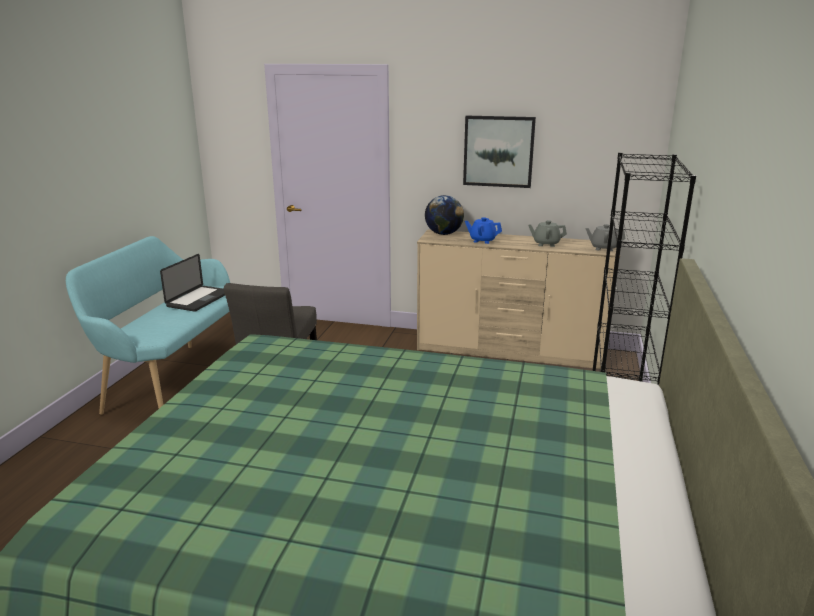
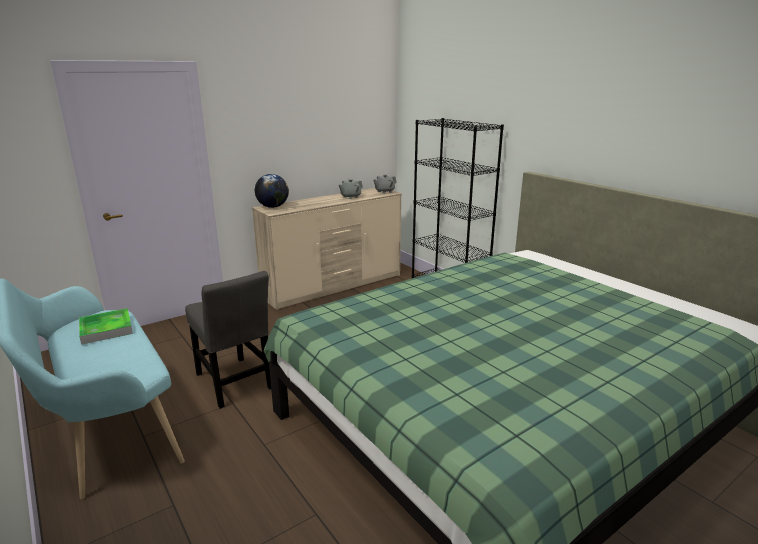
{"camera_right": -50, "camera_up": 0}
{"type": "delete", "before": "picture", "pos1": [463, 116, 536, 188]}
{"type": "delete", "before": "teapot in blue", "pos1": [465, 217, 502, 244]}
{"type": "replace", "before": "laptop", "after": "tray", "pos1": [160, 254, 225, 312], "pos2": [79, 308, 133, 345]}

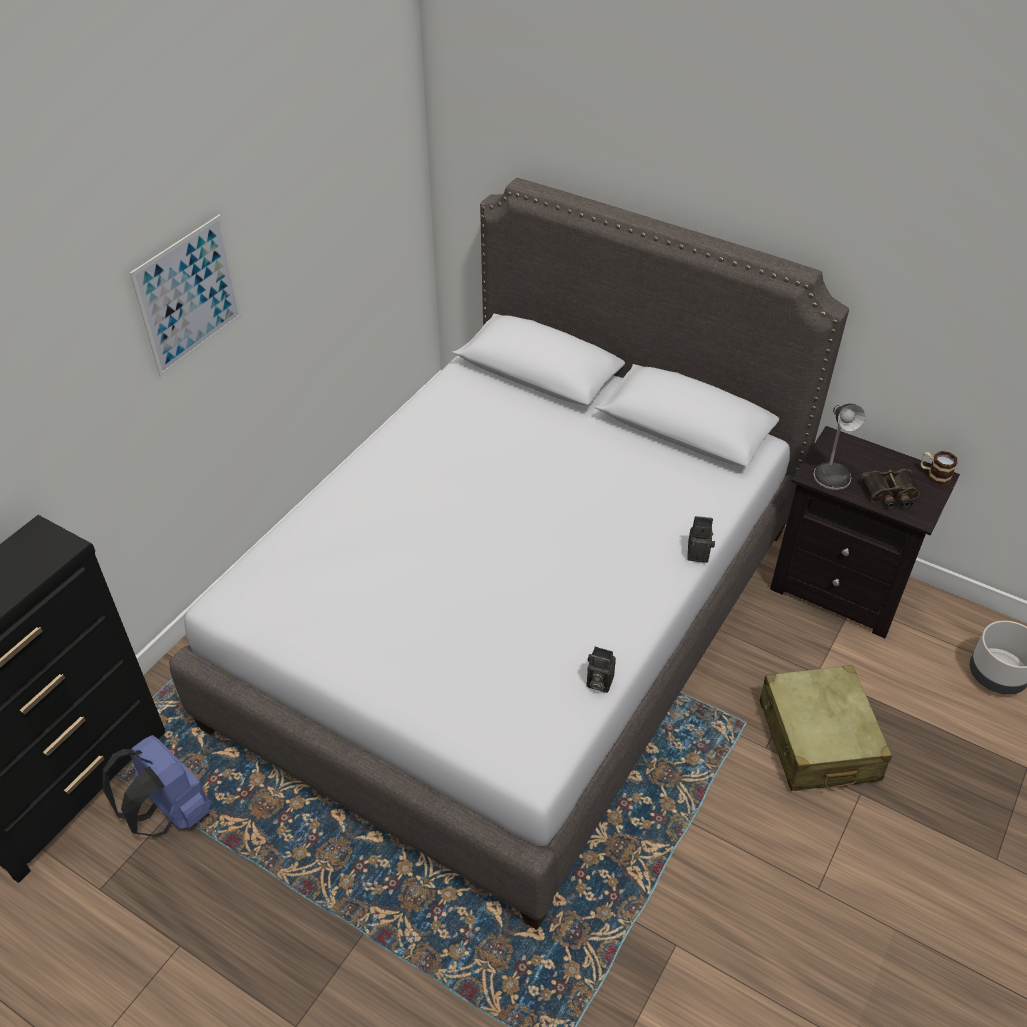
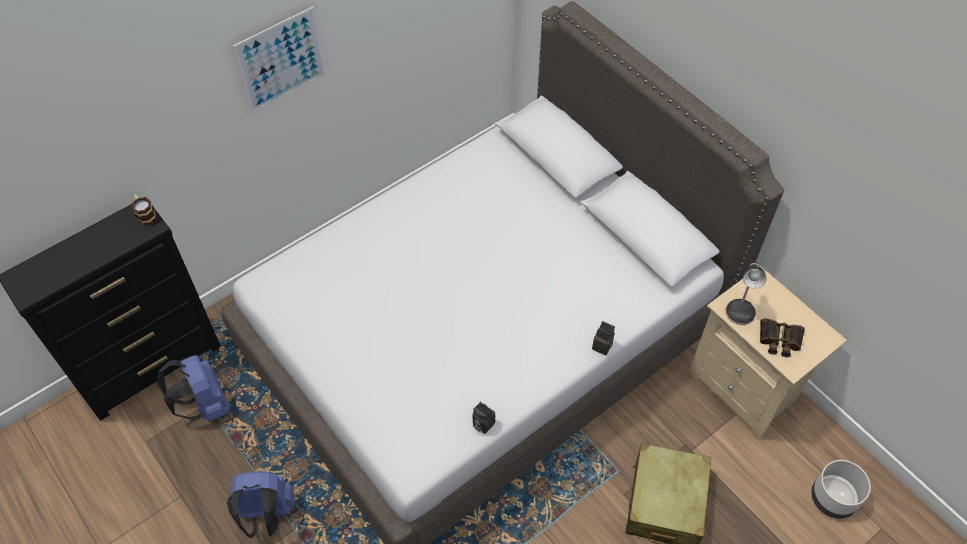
{"camera_right": 20, "camera_up": 10}
{"type": "recolor", "before": "nightstand in black", "after": "nightstand in beige", "pos1": [770, 426, 960, 638], "pos2": [689, 266, 847, 440]}
{"type": "move", "before": "mug", "pos1": [921, 451, 957, 485], "pos2": [132, 195, 157, 226]}
{"type": "insert", "after": "backpack in blue", "pos2": [227, 471, 294, 538]}

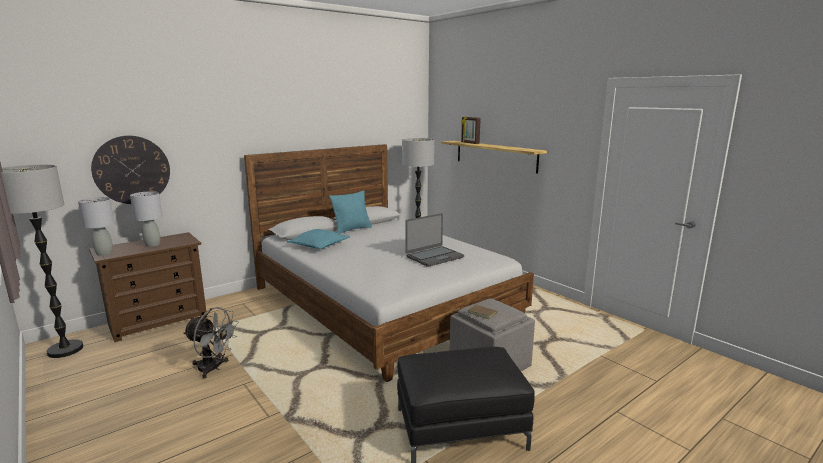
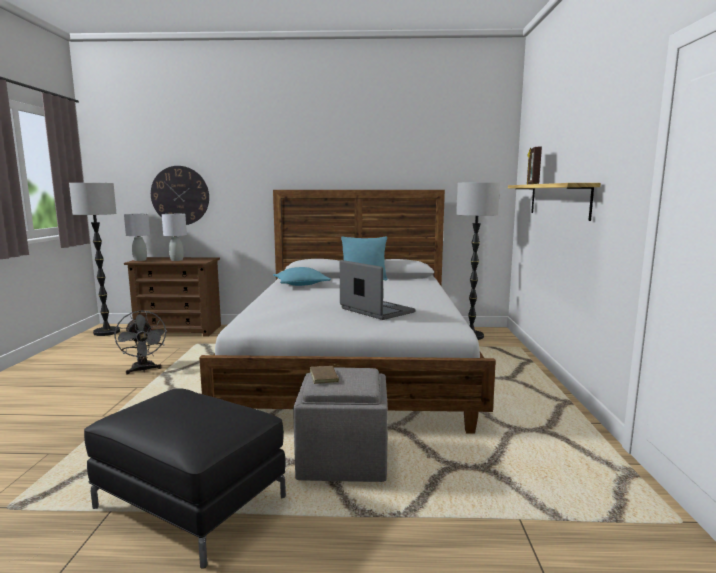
{"camera_right": 40, "camera_up": -5}
{"type": "rotate", "before": "laptop", "pos1": [405, 213, 464, 267], "pos2": [340, 260, 415, 320], "turn": -135}

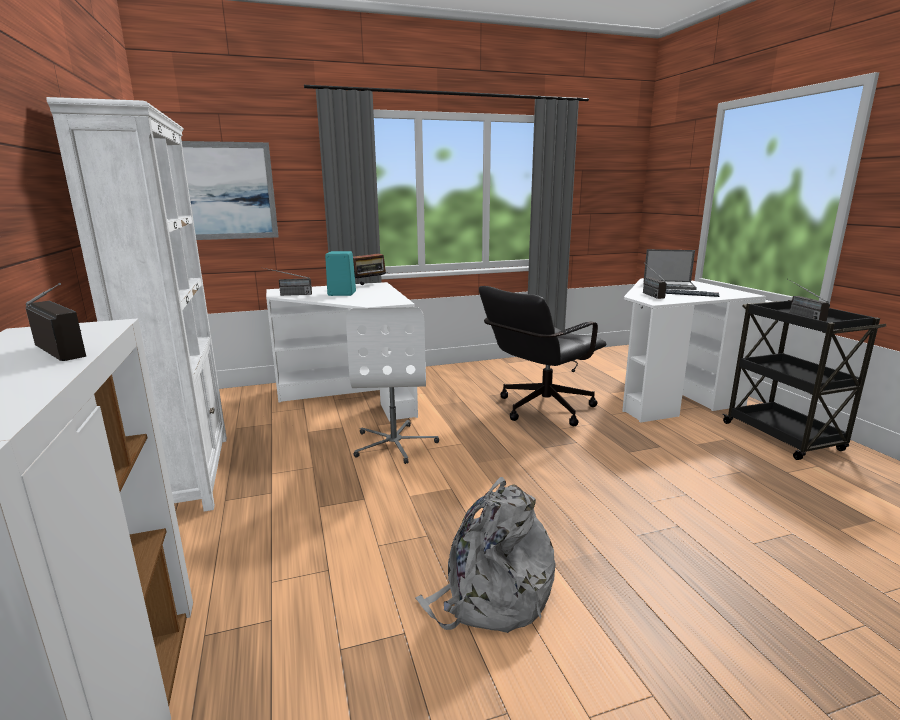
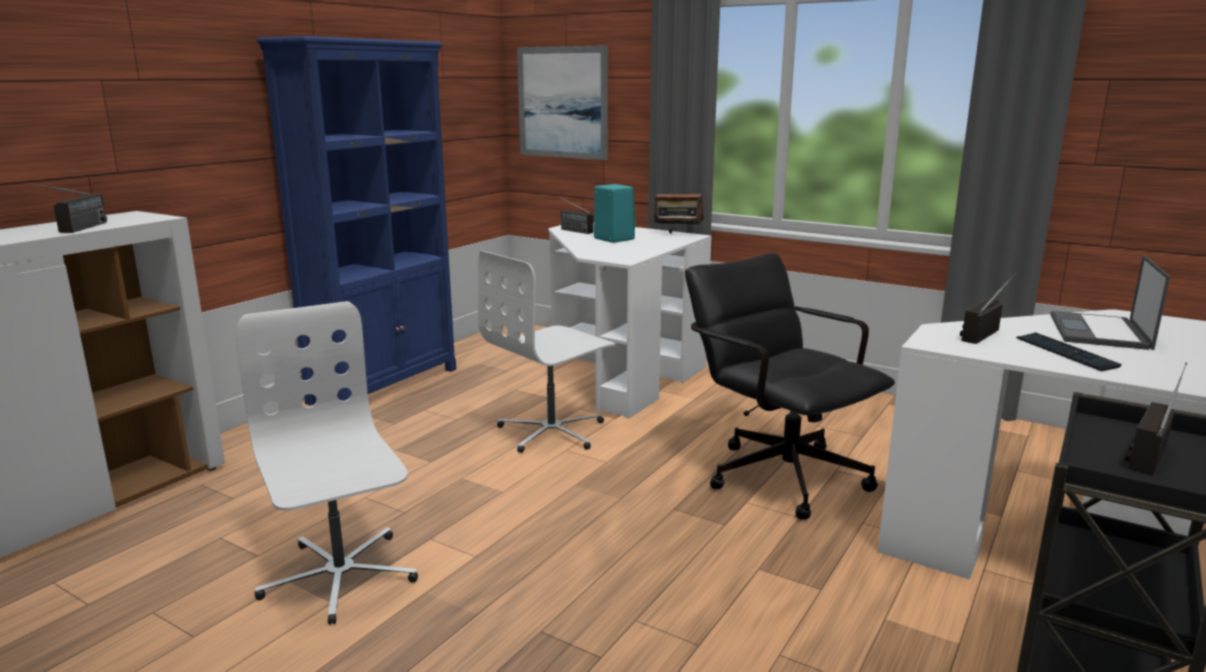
{"camera_right": 50, "camera_up": 0}
{"type": "recolor", "before": "bookcase in white", "after": "bookcase in blue", "pos1": [47, 97, 227, 512], "pos2": [256, 36, 456, 406]}
{"type": "rotate", "before": "laptop", "pos1": [643, 249, 697, 290], "pos2": [1050, 255, 1170, 350], "turn": 45}
{"type": "rotate", "before": "office chair in black", "pos1": [479, 286, 606, 426], "pos2": [685, 253, 895, 520], "turn": 45}
{"type": "replace", "before": "backpack in grey", "after": "office chair in white", "pos1": [416, 477, 556, 633], "pos2": [236, 301, 418, 625]}

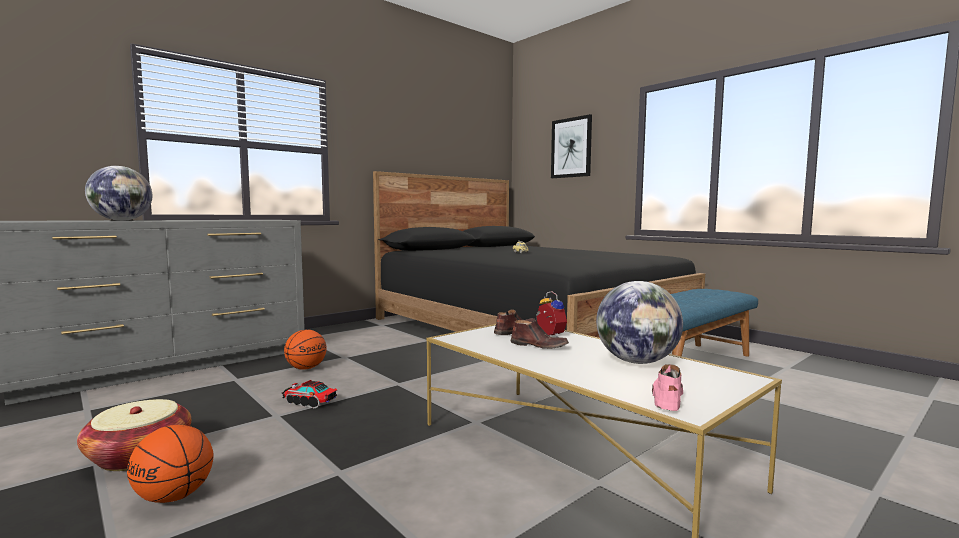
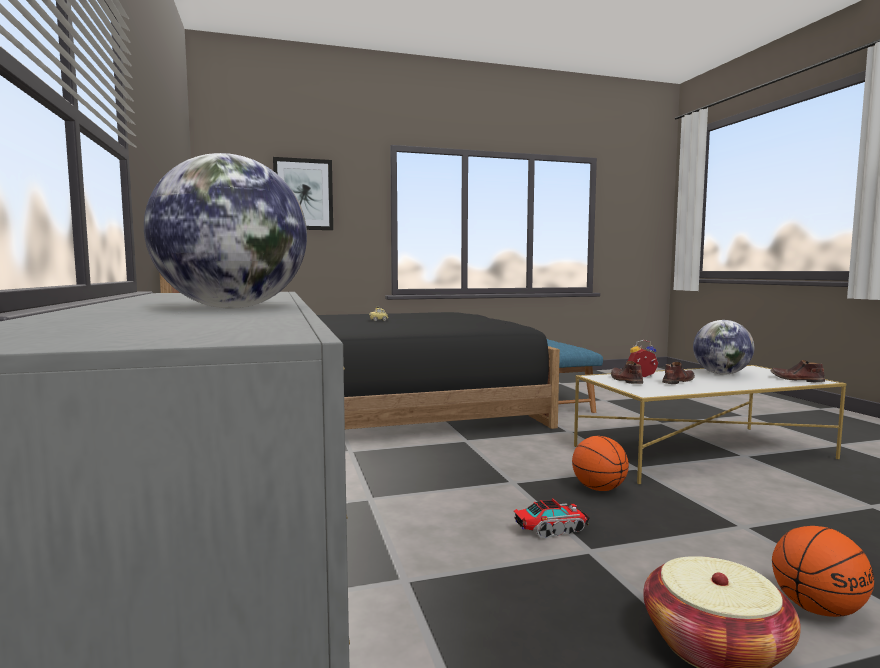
{"camera_right": -65, "camera_up": 0}
{"type": "move", "before": "basketball", "pos1": [284, 329, 327, 370], "pos2": [572, 436, 629, 491]}
{"type": "recolor", "before": "shoe in pink", "after": "shoe in brown", "pos1": [652, 364, 683, 411], "pos2": [771, 360, 825, 382]}
{"type": "rotate", "before": "toy truck", "pos1": [282, 380, 337, 408], "pos2": [514, 499, 590, 539], "turn": -150}

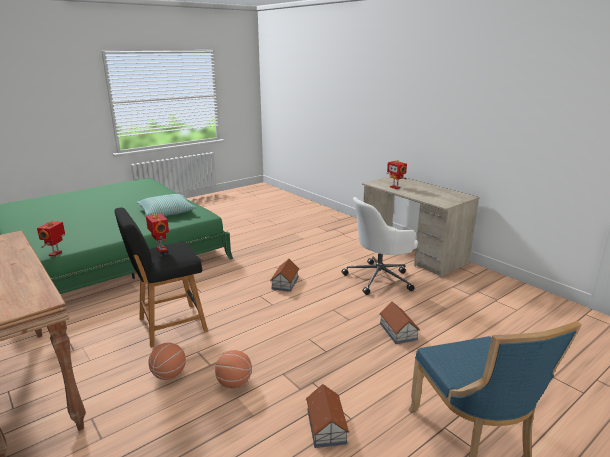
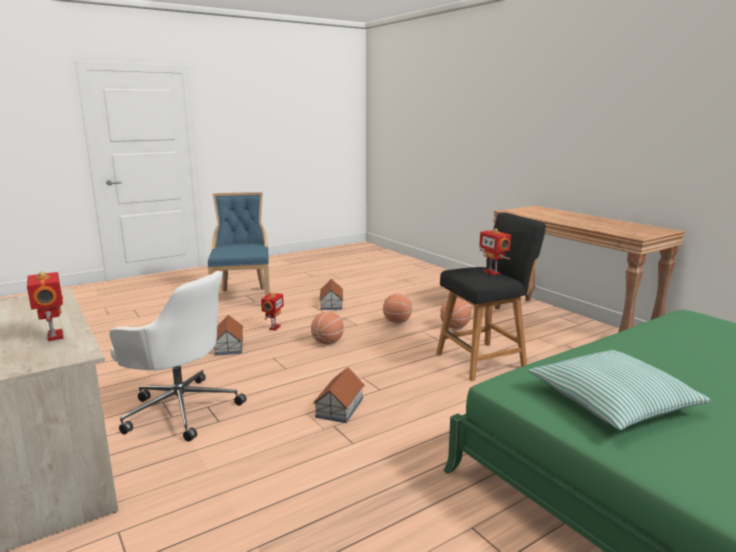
{"camera_right": -175, "camera_up": -5}
{"type": "rotate", "before": "office chair in white", "pos1": [342, 197, 418, 295], "pos2": [109, 271, 246, 442], "turn": 45}
{"type": "move", "before": "toy robot", "pos1": [37, 221, 65, 257], "pos2": [261, 293, 284, 330]}
{"type": "insert", "after": "basketball", "pos2": [311, 312, 344, 344]}

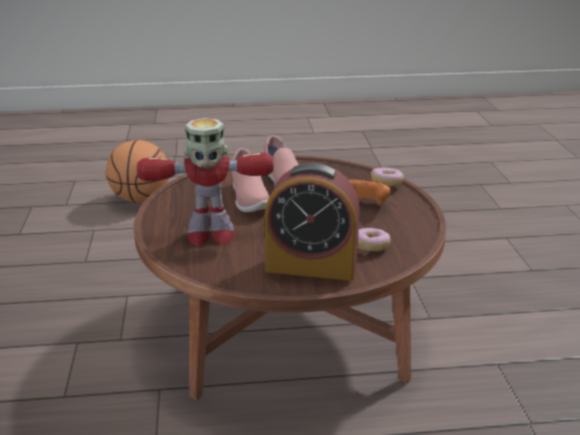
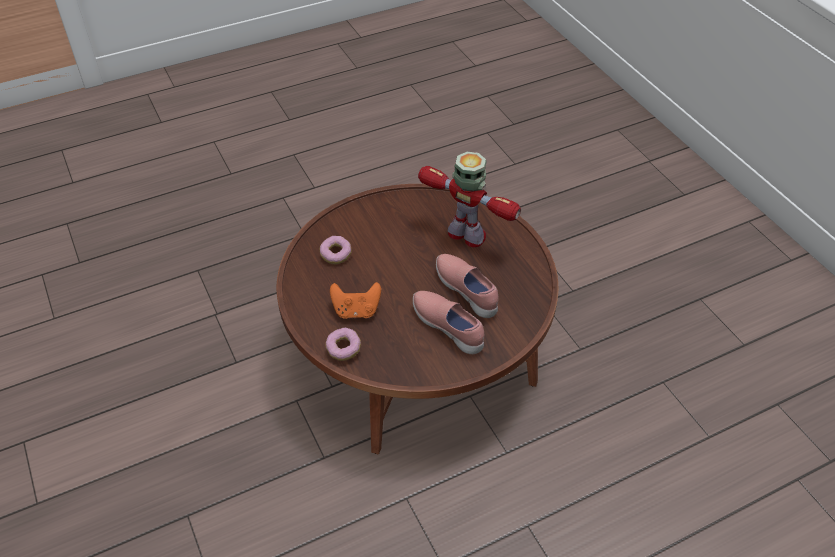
{"camera_right": 160, "camera_up": 20}
{"type": "rotate", "before": "toy robot", "pos1": [137, 118, 274, 246], "pos2": [418, 152, 521, 247], "turn": 60}
{"type": "delete", "before": "basketball", "pos1": [106, 140, 169, 203]}
{"type": "delete", "before": "alarm clock", "pos1": [265, 163, 360, 281]}

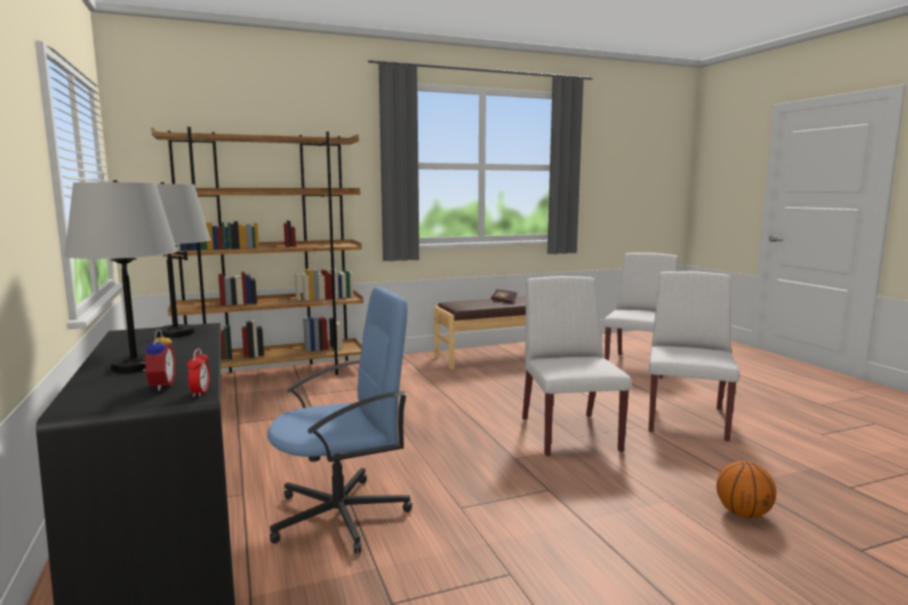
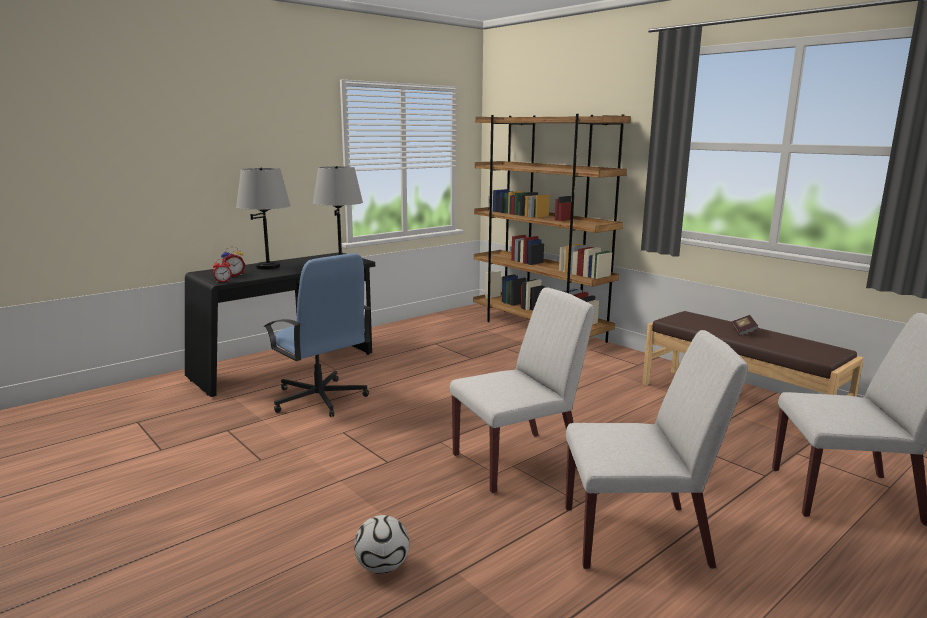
{"camera_right": 70, "camera_up": 5}
{"type": "replace", "before": "basketball", "after": "football", "pos1": [716, 461, 776, 518], "pos2": [354, 515, 409, 574]}

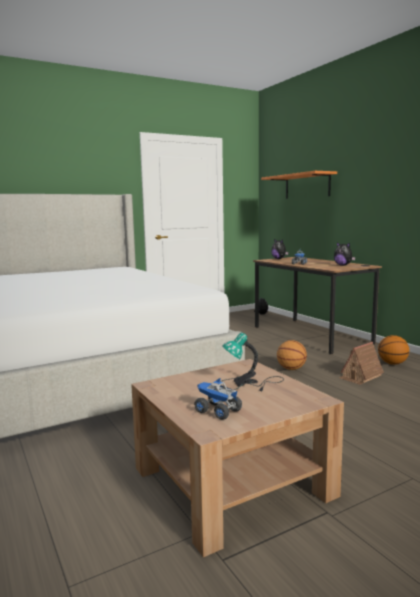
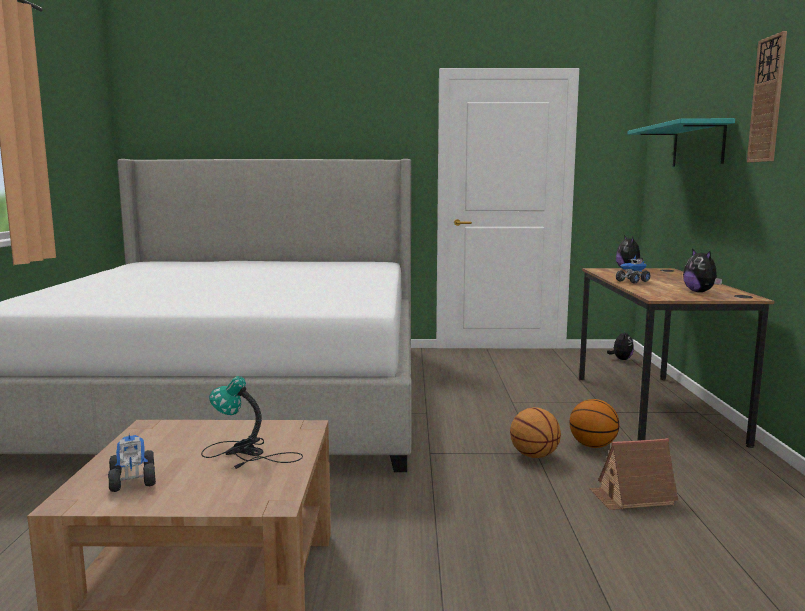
{"camera_right": 30, "camera_up": 0}
{"type": "recolor", "before": "shelf in orange", "after": "shelf in turquoise", "pos1": [261, 171, 337, 199], "pos2": [627, 118, 735, 167]}
{"type": "move", "before": "basketball", "pos1": [378, 335, 409, 365], "pos2": [569, 399, 620, 448]}
{"type": "insert", "after": "wall clock", "pos2": [747, 31, 787, 162]}

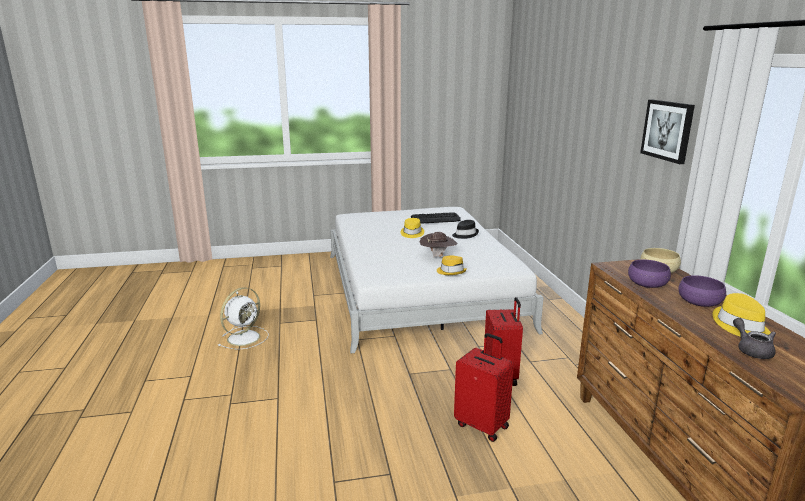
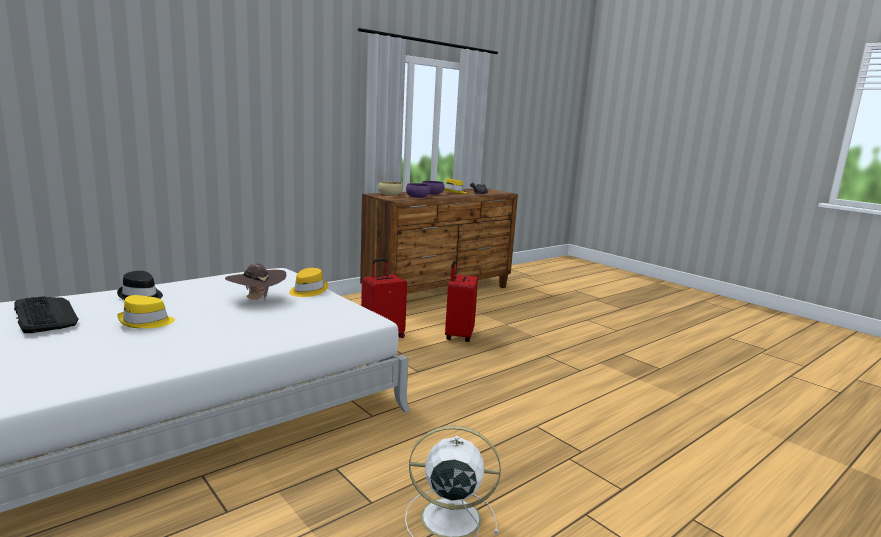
{"camera_right": -120, "camera_up": -5}
{"type": "delete", "before": "picture", "pos1": [640, 100, 695, 164]}

